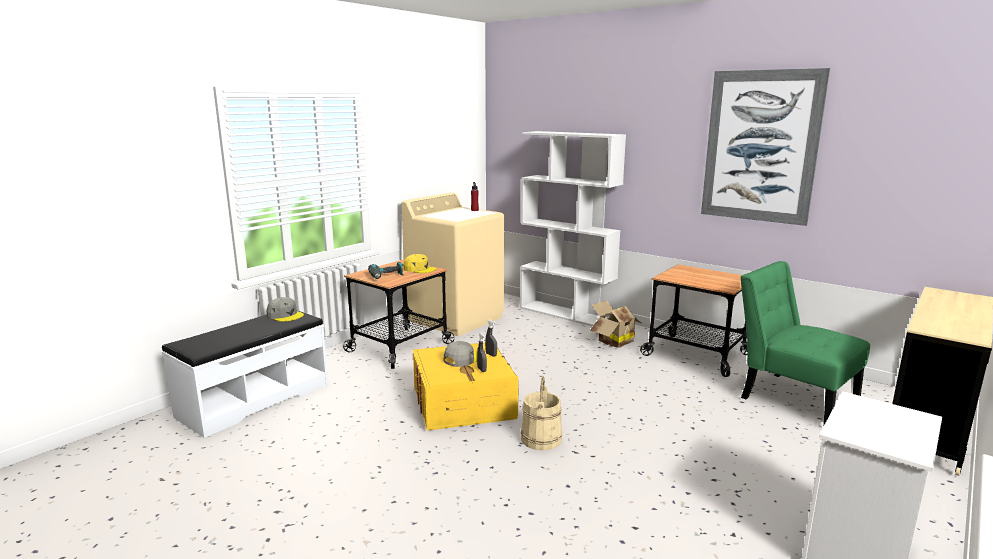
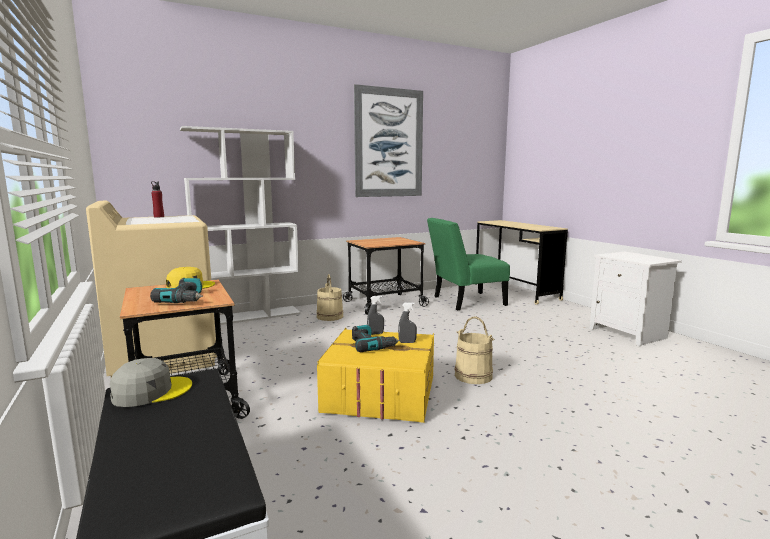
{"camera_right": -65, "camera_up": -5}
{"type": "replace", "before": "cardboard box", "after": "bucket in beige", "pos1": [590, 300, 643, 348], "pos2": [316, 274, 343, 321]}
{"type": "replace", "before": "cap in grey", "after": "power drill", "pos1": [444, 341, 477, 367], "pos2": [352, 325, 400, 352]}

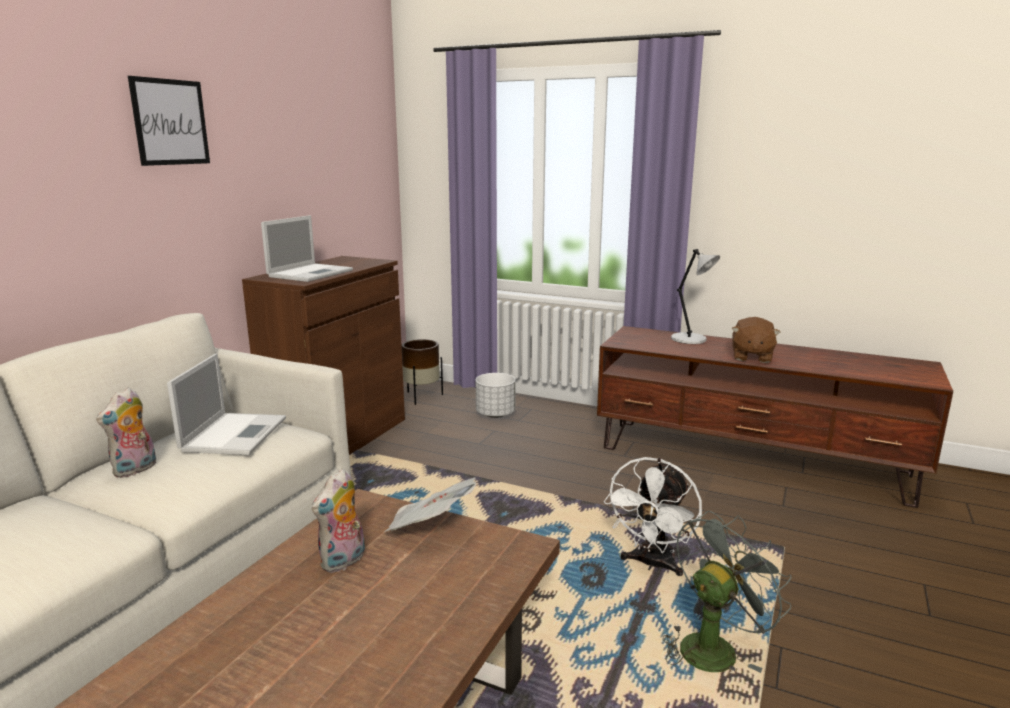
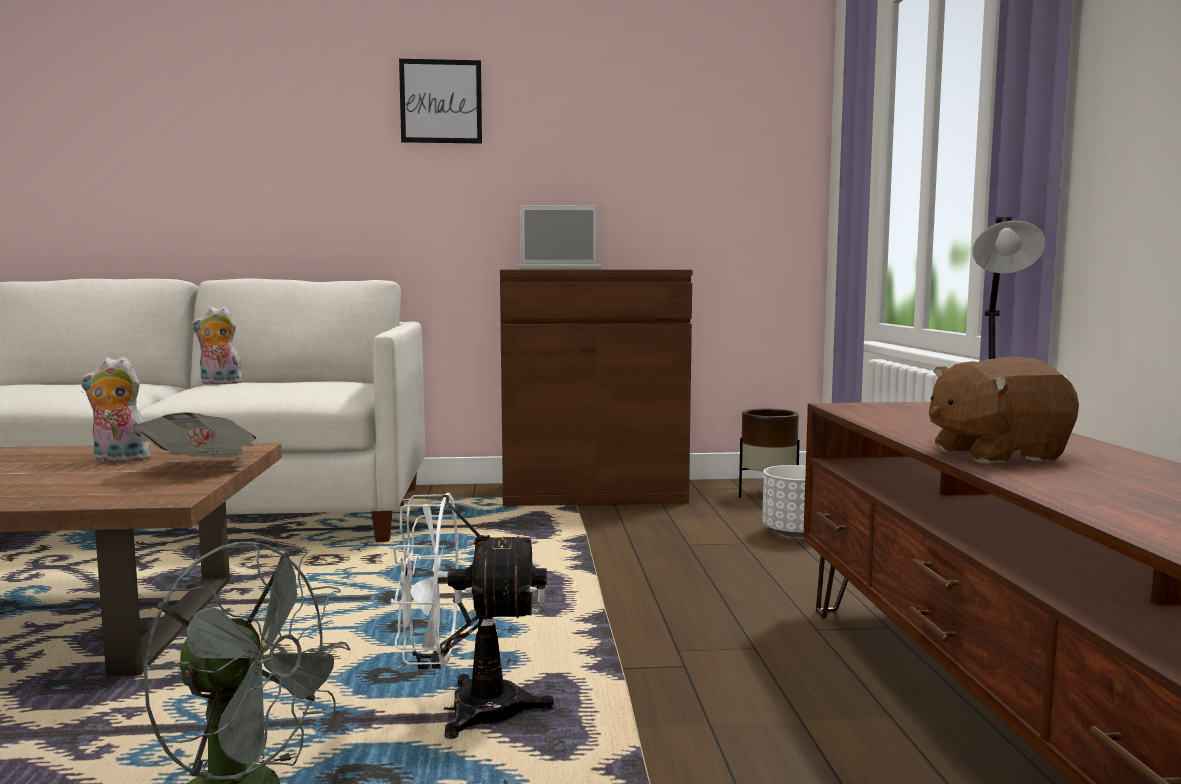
{"camera_right": 60, "camera_up": -10}
{"type": "delete", "before": "laptop", "pos1": [167, 353, 286, 455]}

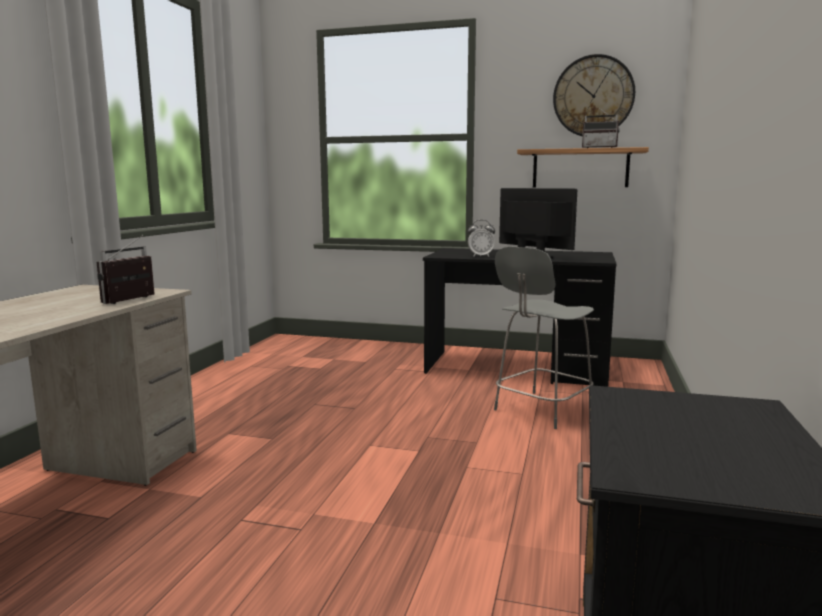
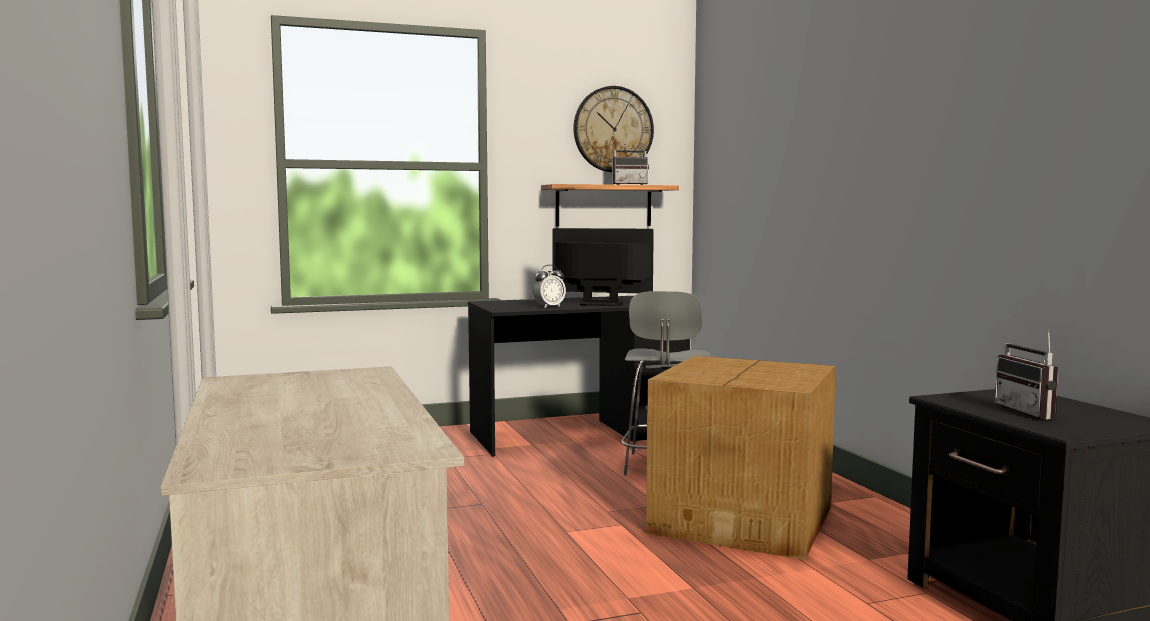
{"camera_right": -35, "camera_up": -5}
{"type": "move", "before": "radio", "pos1": [97, 235, 155, 304], "pos2": [995, 329, 1058, 419]}
{"type": "insert", "after": "cardboard box", "pos2": [646, 356, 836, 560]}

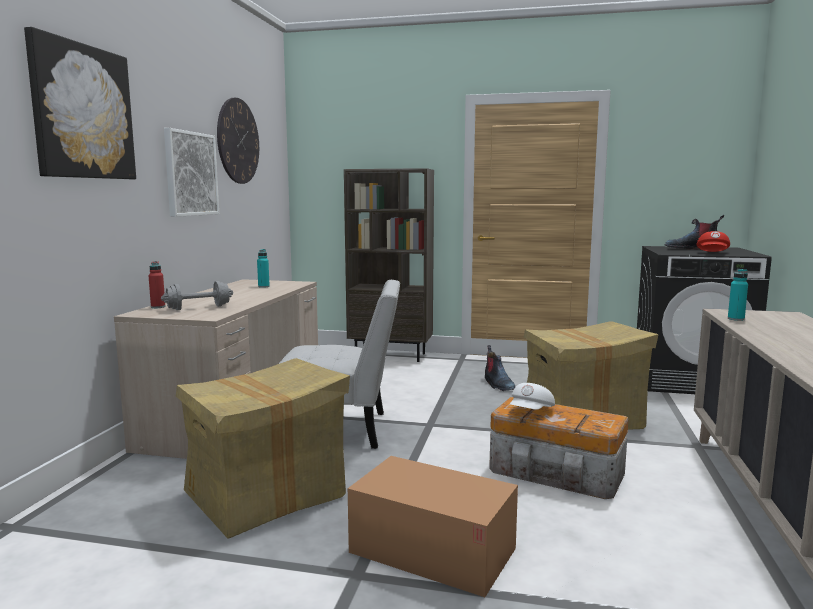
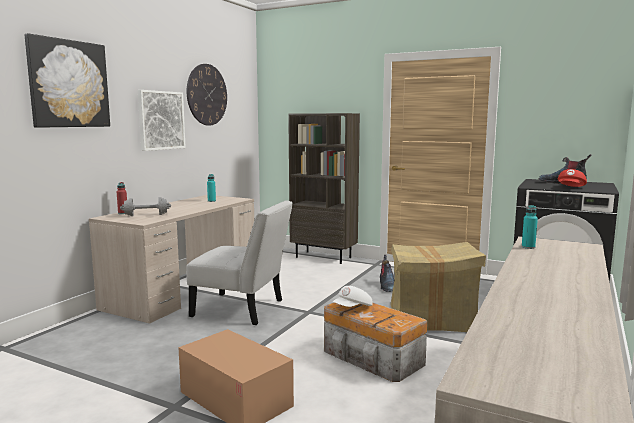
{"camera_right": 15, "camera_up": 0}
{"type": "delete", "before": "cardboard box", "pos1": [176, 358, 350, 539]}

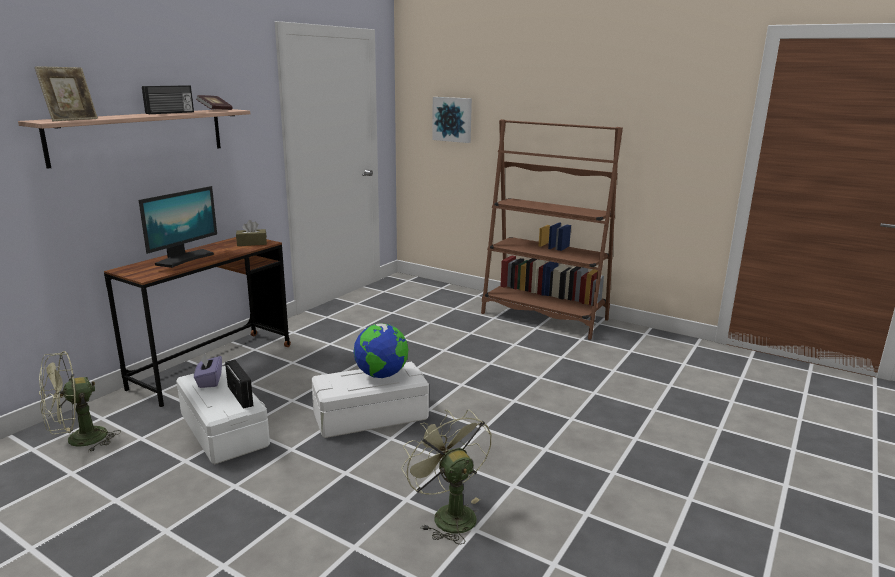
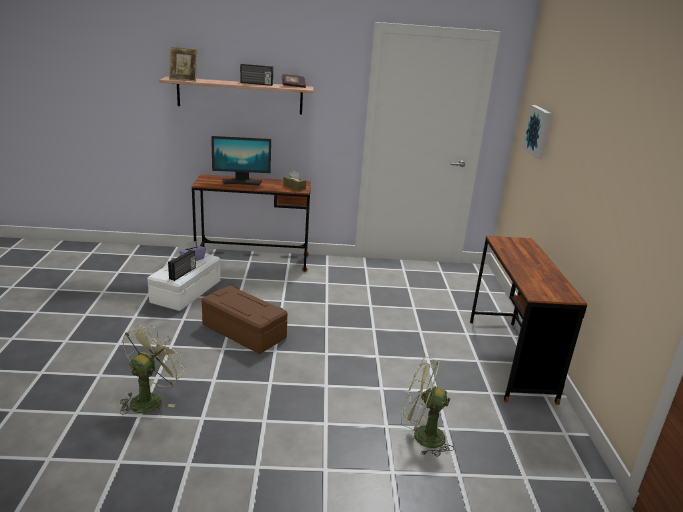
{"camera_right": 55, "camera_up": 5}
{"type": "replace", "before": "bookcase in brown", "after": "desk in brown", "pos1": [481, 119, 623, 340], "pos2": [470, 236, 587, 405]}
{"type": "delete", "before": "globe", "pos1": [353, 323, 408, 378]}
{"type": "move", "before": "fan in green", "pos1": [39, 351, 121, 453], "pos2": [401, 357, 454, 457]}
{"type": "recolor", "before": "storage box in white", "after": "storage box in brown", "pos1": [311, 362, 429, 438], "pos2": [202, 286, 287, 354]}

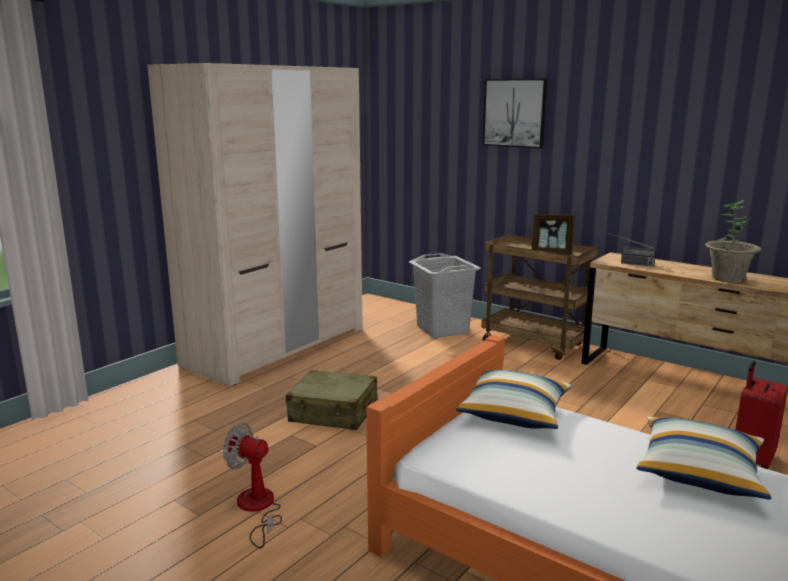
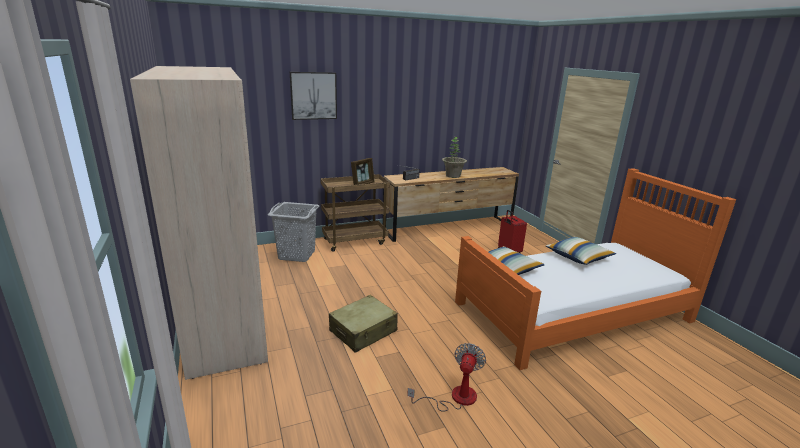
{"camera_right": -60, "camera_up": 5}
{"type": "rotate", "before": "fan", "pos1": [223, 423, 282, 548], "pos2": [407, 343, 486, 412], "turn": 150}

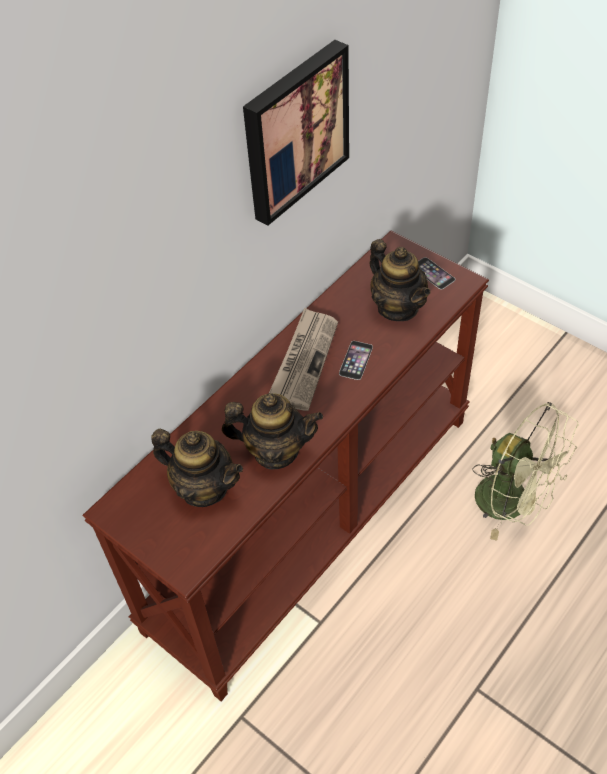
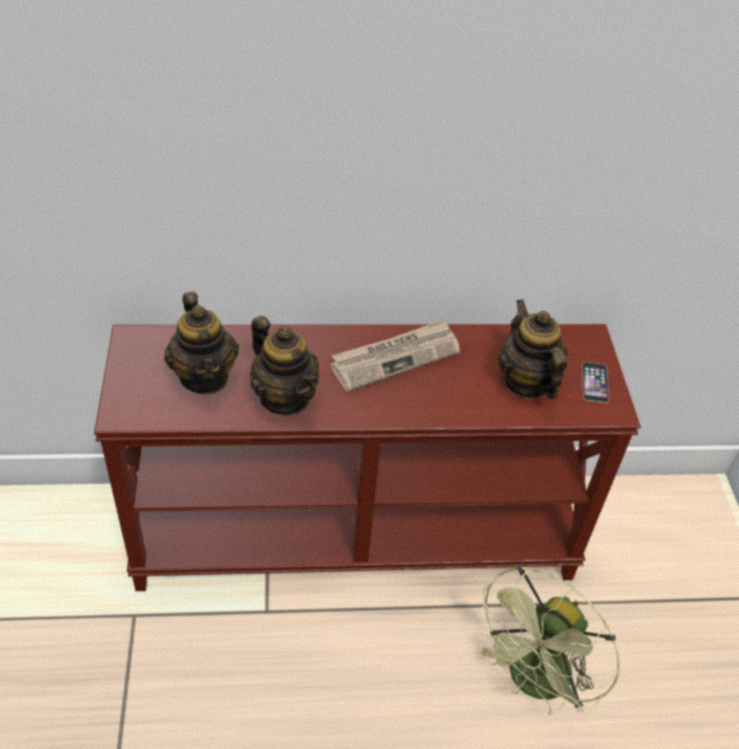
{"camera_right": 40, "camera_up": -5}
{"type": "delete", "before": "picture", "pos1": [243, 40, 349, 226]}
{"type": "rotate", "before": "teapot", "pos1": [370, 239, 431, 321], "pos2": [498, 299, 568, 399], "turn": 150}
{"type": "delete", "before": "phone", "pos1": [339, 341, 373, 380]}
{"type": "rotate", "before": "fan in green", "pos1": [472, 402, 579, 541], "pos2": [471, 565, 620, 715], "turn": 45}

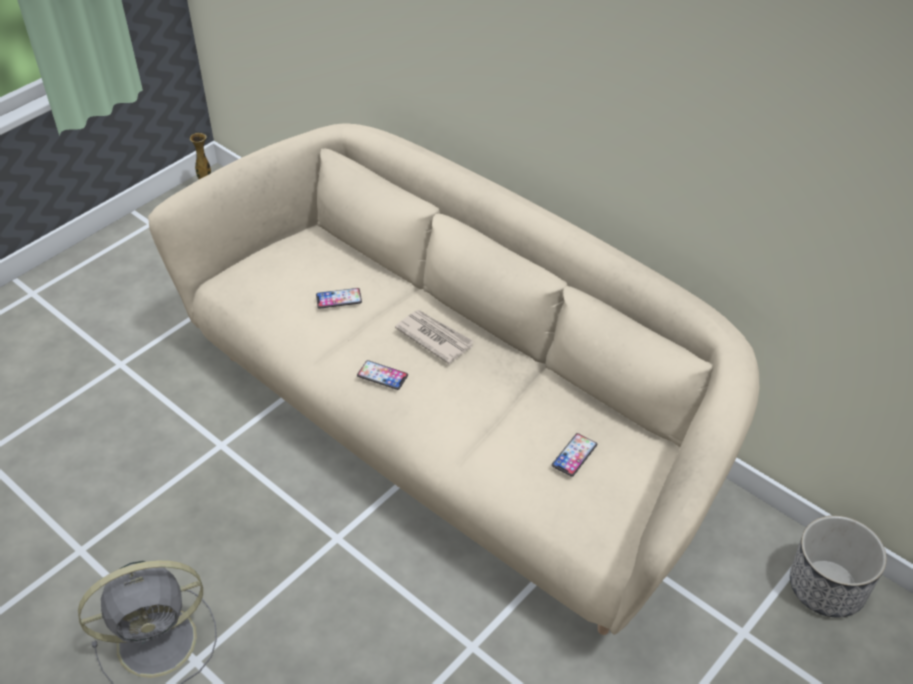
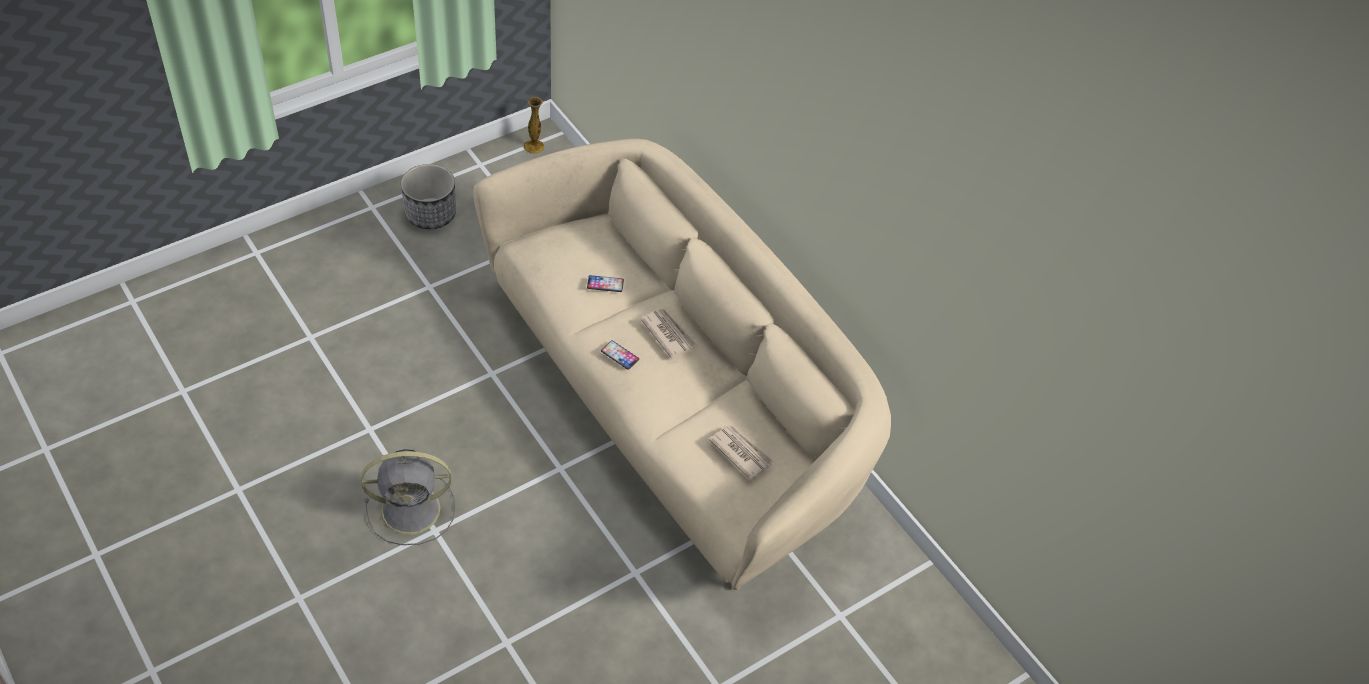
{"camera_right": 10, "camera_up": 5}
{"type": "replace", "before": "phone", "after": "newspaper", "pos1": [552, 433, 597, 477], "pos2": [709, 425, 773, 480]}
{"type": "move", "before": "planter", "pos1": [790, 515, 887, 617], "pos2": [401, 164, 456, 229]}

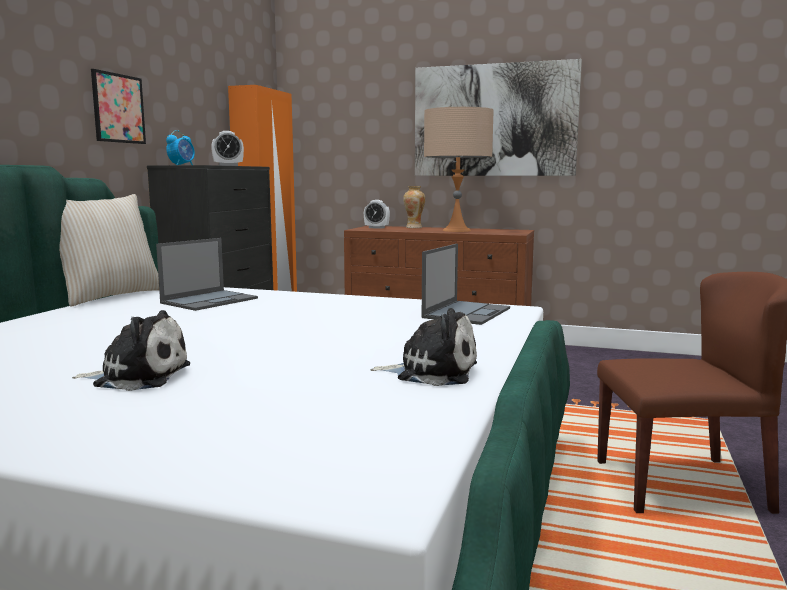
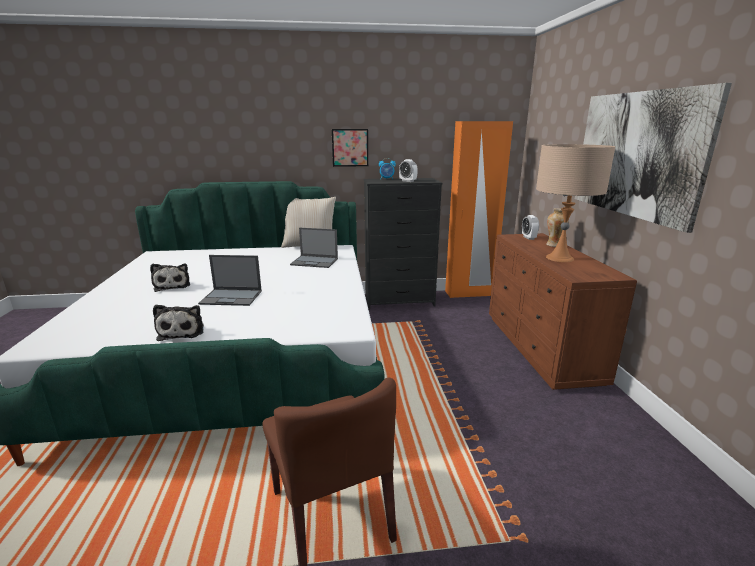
{"camera_right": 65, "camera_up": 10}
{"type": "move", "before": "laptop", "pos1": [421, 244, 510, 325], "pos2": [198, 255, 262, 306]}

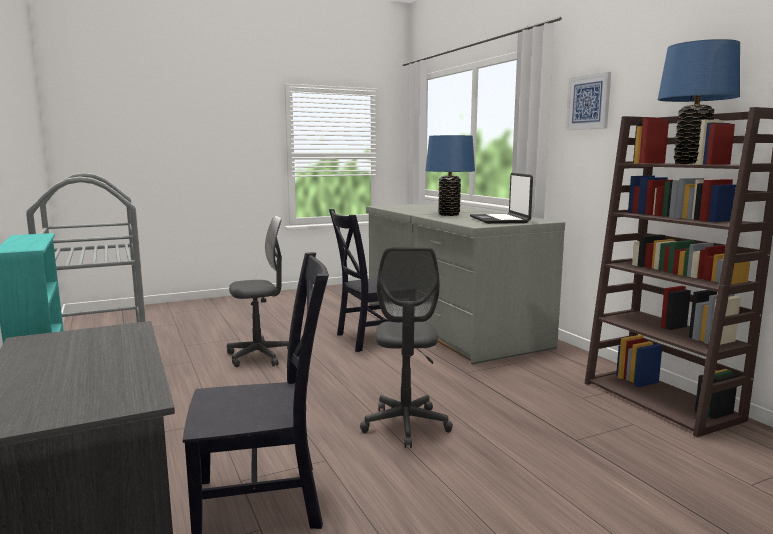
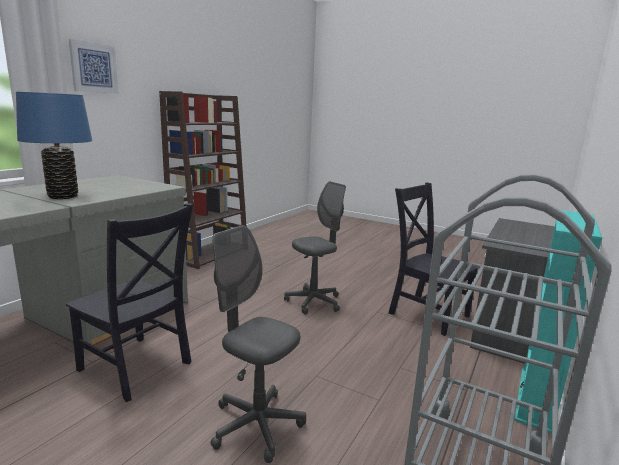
{"camera_right": -125, "camera_up": 5}
{"type": "delete", "before": "table lamp in blue", "pos1": [658, 39, 740, 164]}
{"type": "delete", "before": "laptop", "pos1": [470, 173, 533, 224]}

